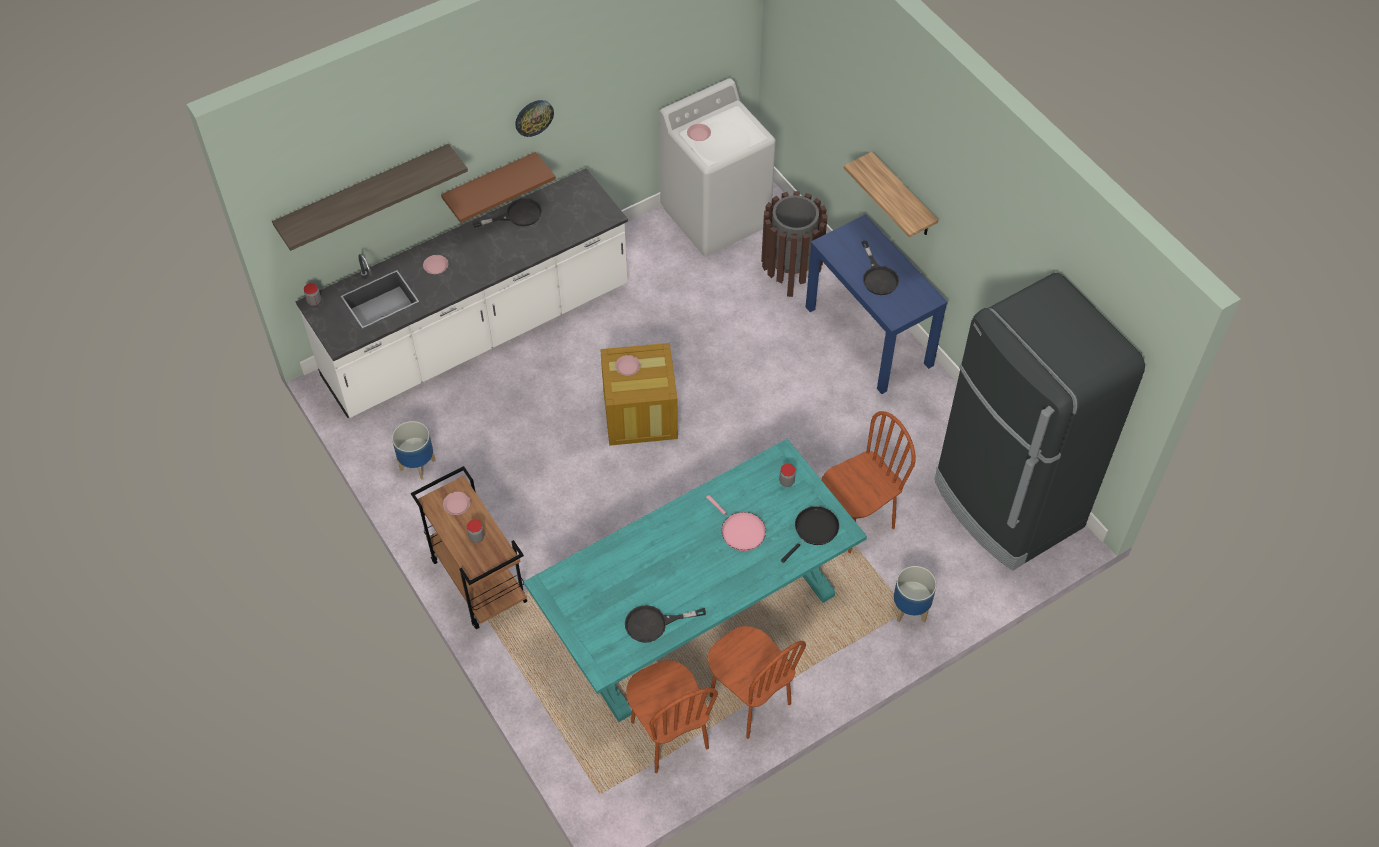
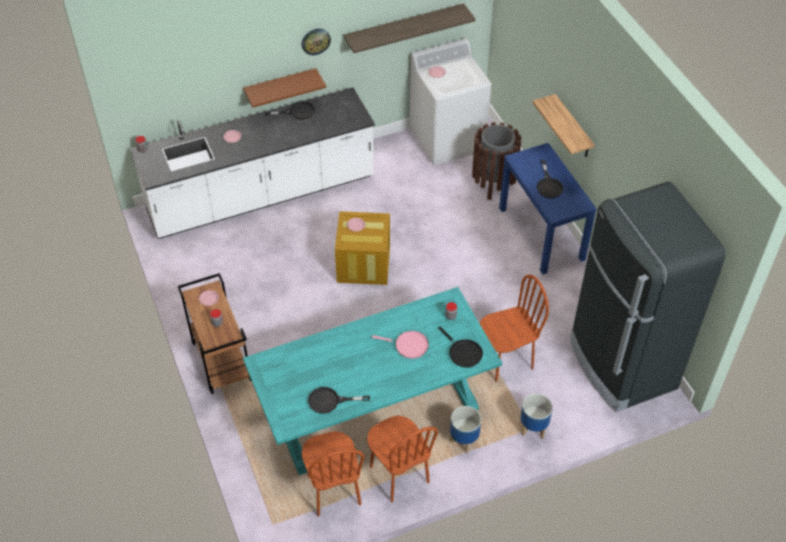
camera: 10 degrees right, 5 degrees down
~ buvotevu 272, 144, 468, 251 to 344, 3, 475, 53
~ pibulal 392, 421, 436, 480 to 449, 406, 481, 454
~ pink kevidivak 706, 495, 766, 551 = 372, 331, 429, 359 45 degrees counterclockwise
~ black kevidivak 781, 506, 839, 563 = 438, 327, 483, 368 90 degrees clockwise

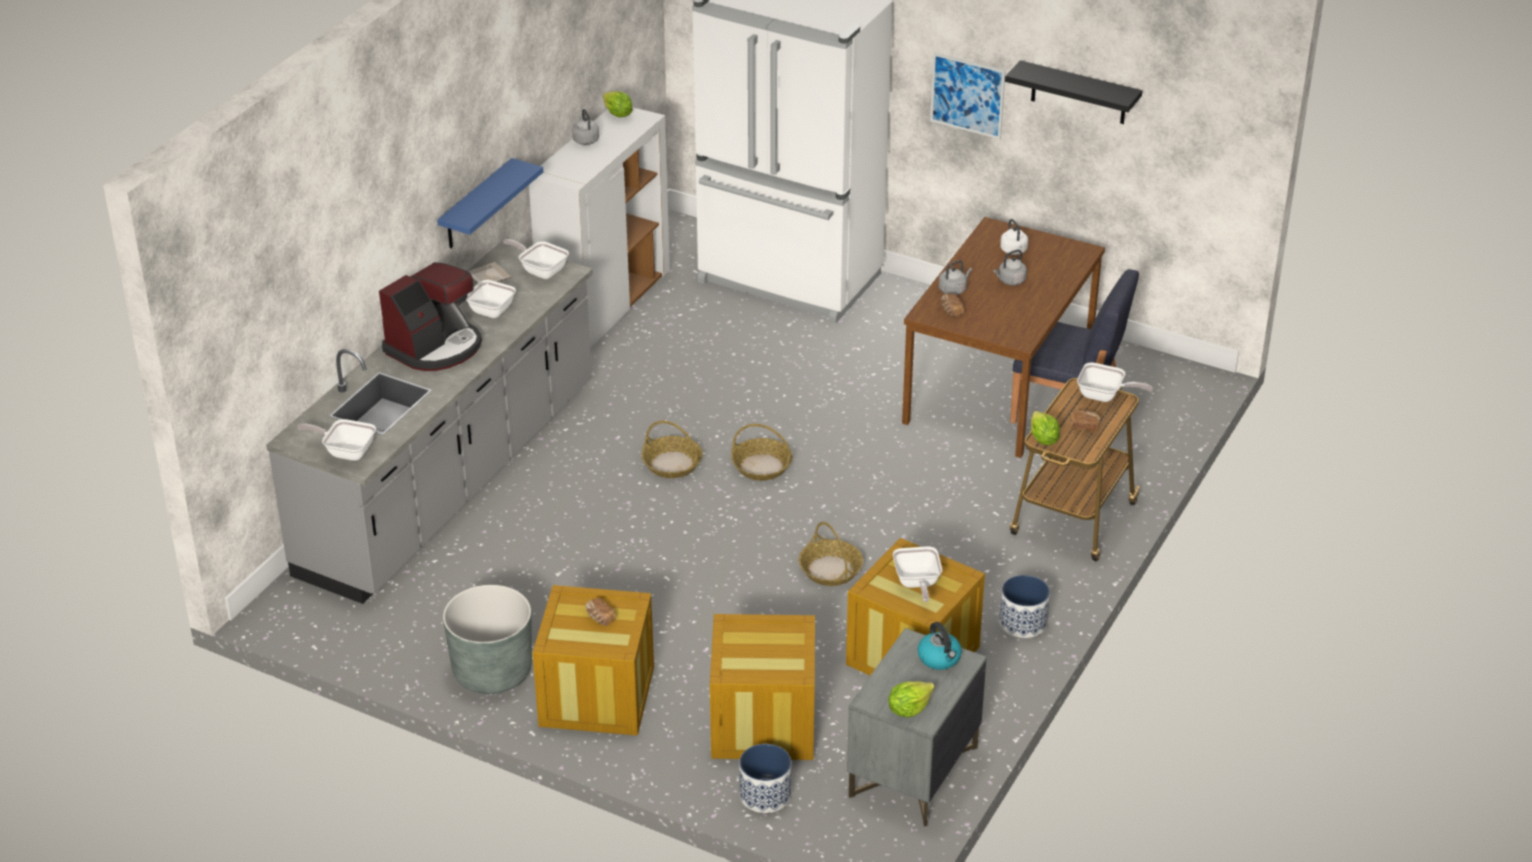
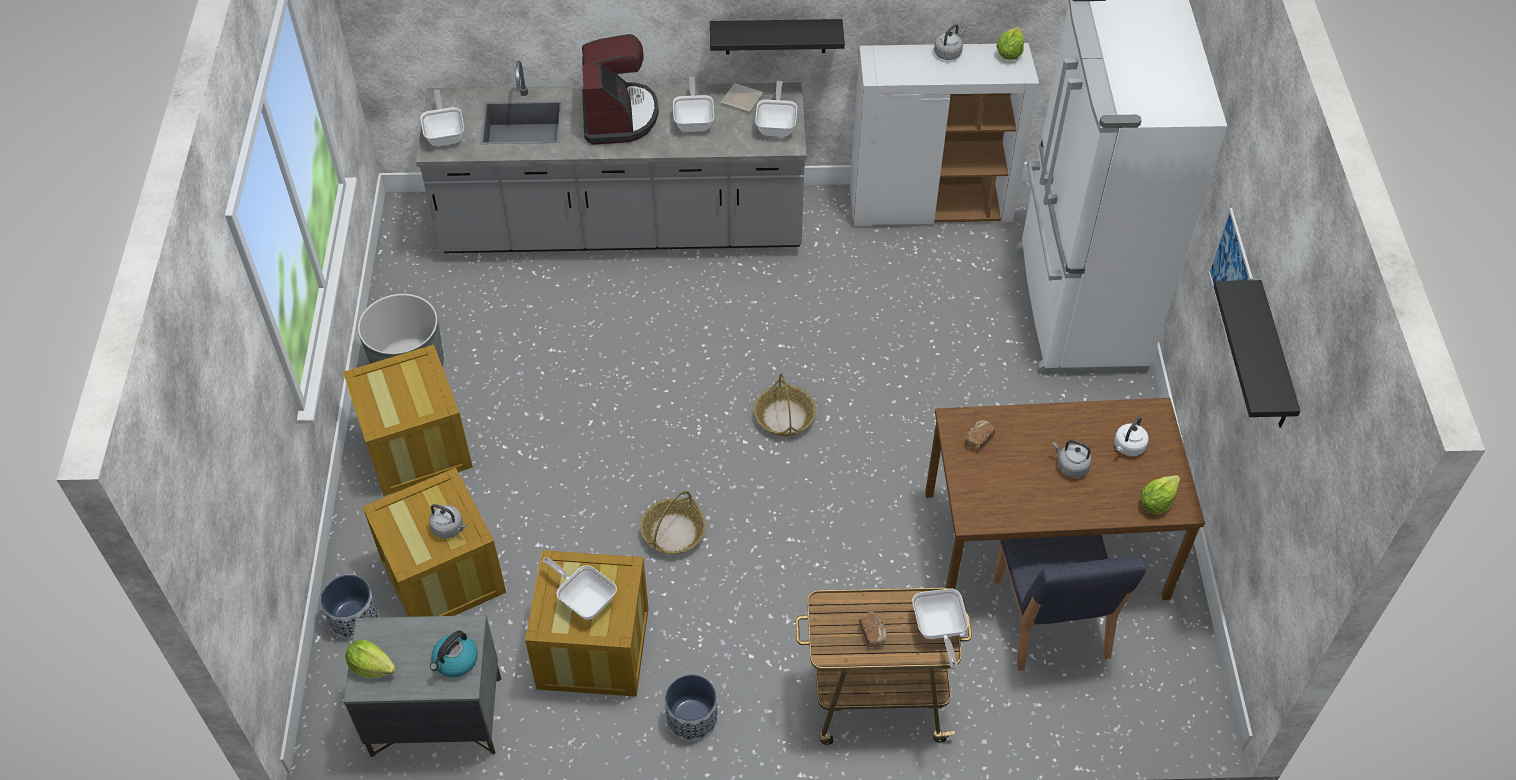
camera: 60 degrees right, 15 degrees up
- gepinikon 585, 598, 616, 626
- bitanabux 641, 421, 703, 478
~ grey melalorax 939, 260, 972, 295 to 429, 504, 467, 539
~ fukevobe 1031, 411, 1060, 445 to 1140, 475, 1180, 514
~ blue buvotevu 437, 158, 543, 249 to black buvotevu 710, 19, 845, 55
~ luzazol 379, 262, 482, 371 = 582, 34, 659, 145 105 degrees counterclockwise
~ kevidivak 893, 546, 942, 602 = 542, 557, 617, 620 75 degrees clockwise

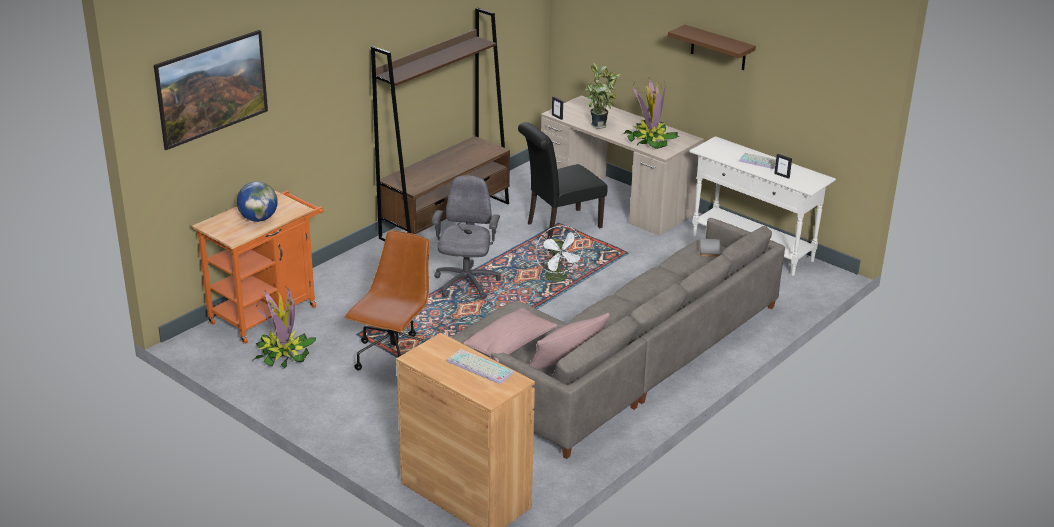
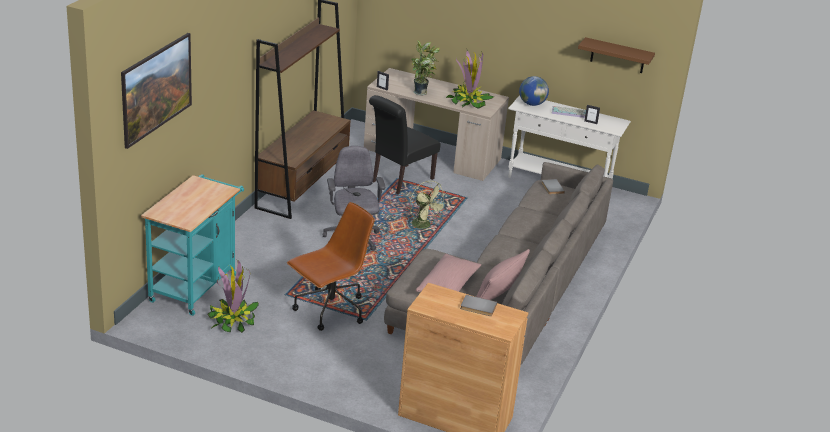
camera: 20 degrees left, 0 degrees up
~ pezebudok 237, 181, 278, 222 to 519, 76, 549, 106
~ brown buvotevu 668, 25, 756, 70 to 578, 37, 655, 73
~ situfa 447, 349, 514, 384 to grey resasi 460, 295, 497, 316
~ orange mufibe 192, 190, 323, 344 to turquoise mufibe 141, 174, 244, 316
~ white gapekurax 535, 226, 584, 284 to green gapekurax 410, 181, 447, 232
~ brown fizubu 345, 230, 430, 370 = 287, 202, 375, 331 45 degrees clockwise

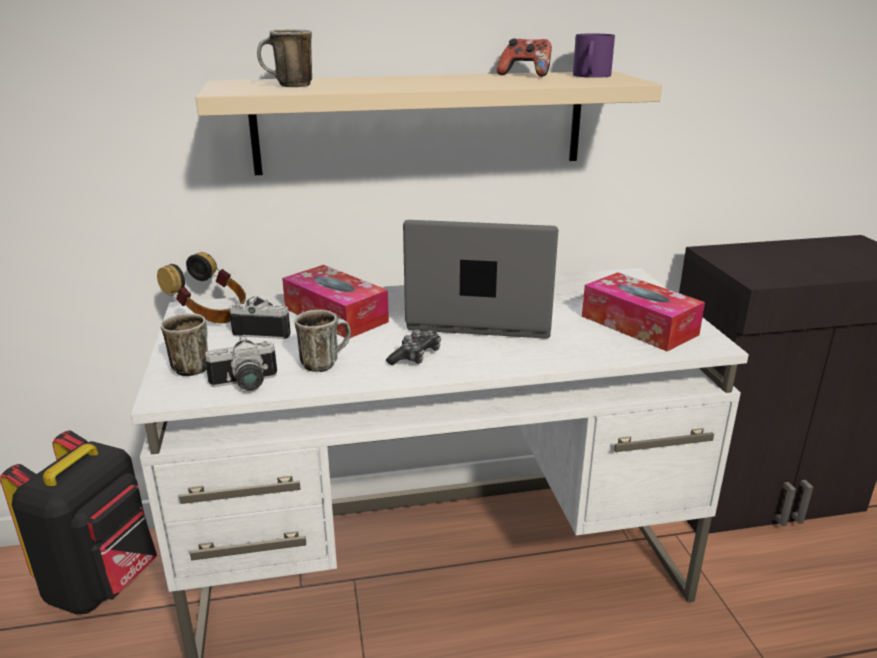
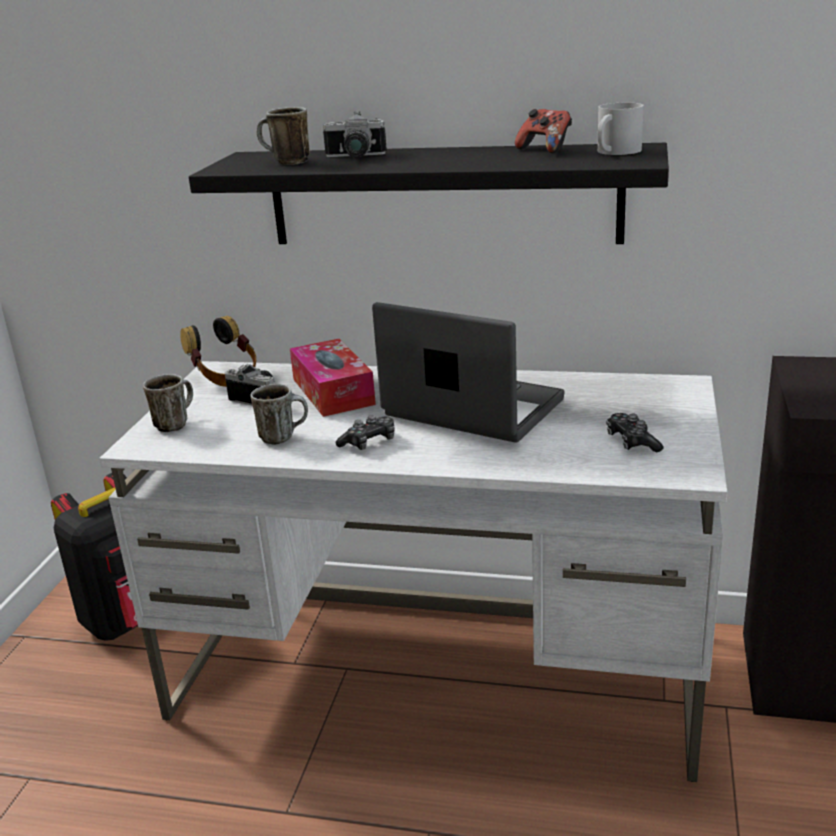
camera: 25 degrees right, 0 degrees up
~ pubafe 205, 335, 277, 391 to 323, 111, 387, 158
~ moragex 582, 272, 705, 351 to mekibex 606, 413, 664, 452
~ beige buvotevu 196, 71, 662, 175 to black buvotevu 189, 143, 669, 244
~ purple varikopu 573, 34, 615, 78 to white varikopu 598, 103, 643, 155

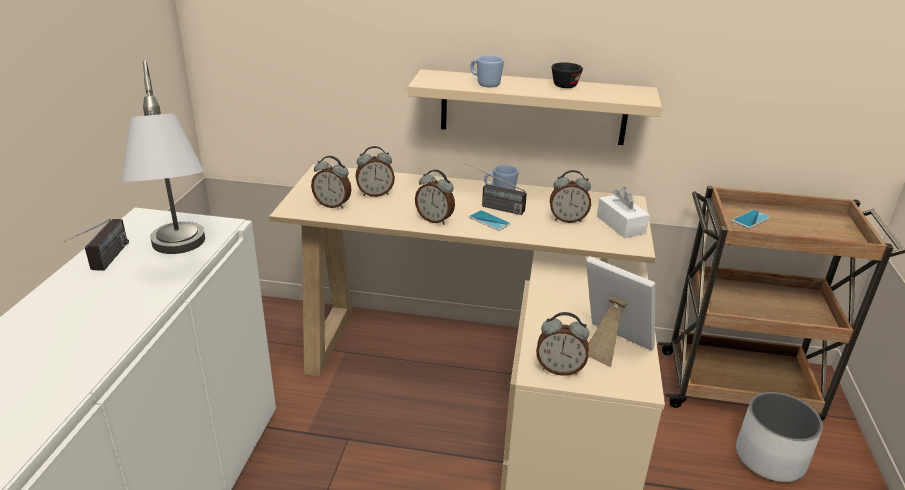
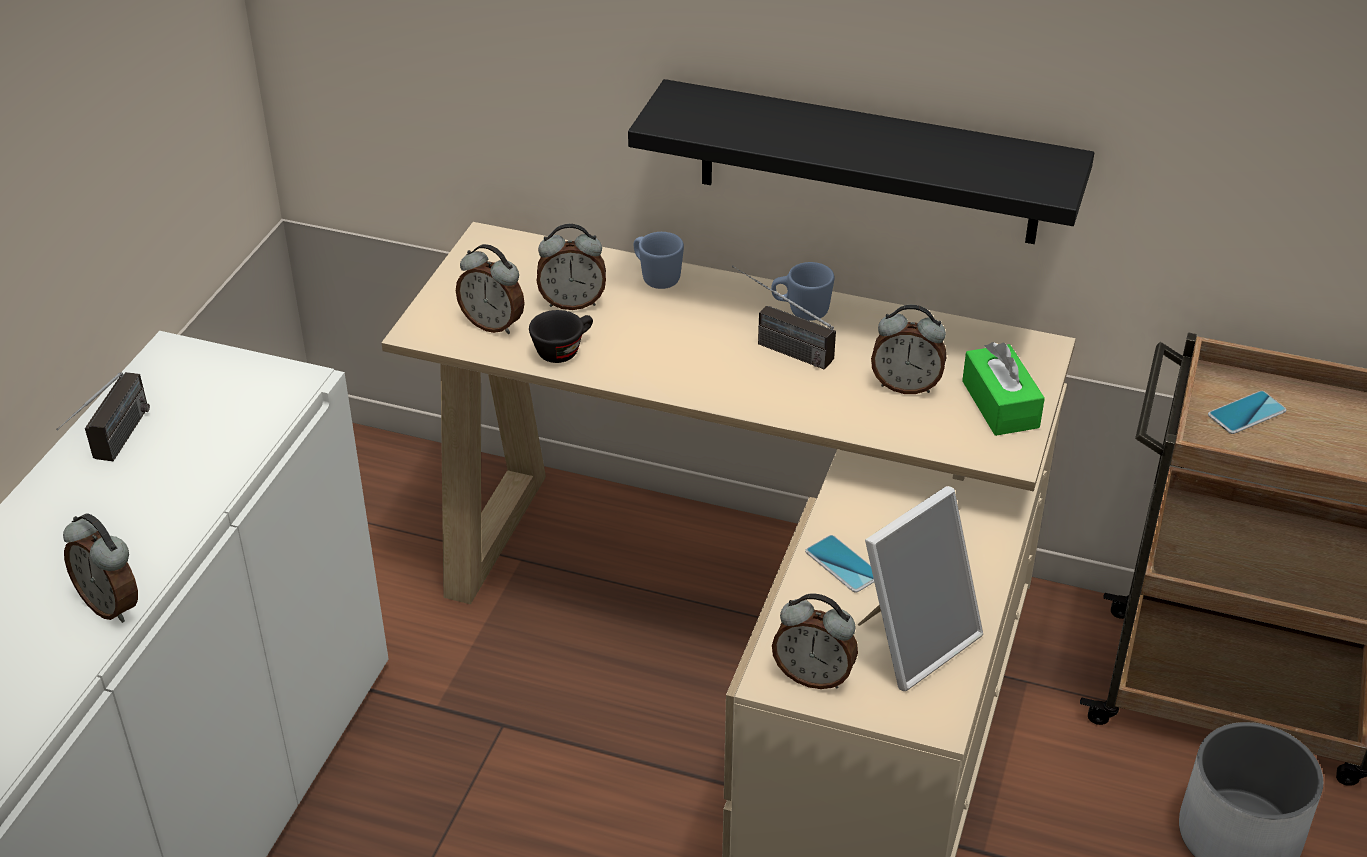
camera: 10 degrees right, 10 degrees up
- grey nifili 121, 60, 205, 254
~ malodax 415, 170, 455, 225 to 63, 513, 138, 623
~ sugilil 469, 210, 511, 231 to 805, 535, 874, 592
~ blue varikopu 470, 55, 504, 88 to 634, 232, 684, 289
~ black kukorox 552, 62, 583, 88 to 529, 310, 593, 363
~ beige buvotevu 408, 69, 662, 145 to black buvotevu 628, 79, 1094, 244
~ white moragex 597, 187, 650, 238 to green moragex 962, 342, 1045, 436
~ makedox 586, 256, 655, 367 = 858, 486, 983, 691 90 degrees clockwise

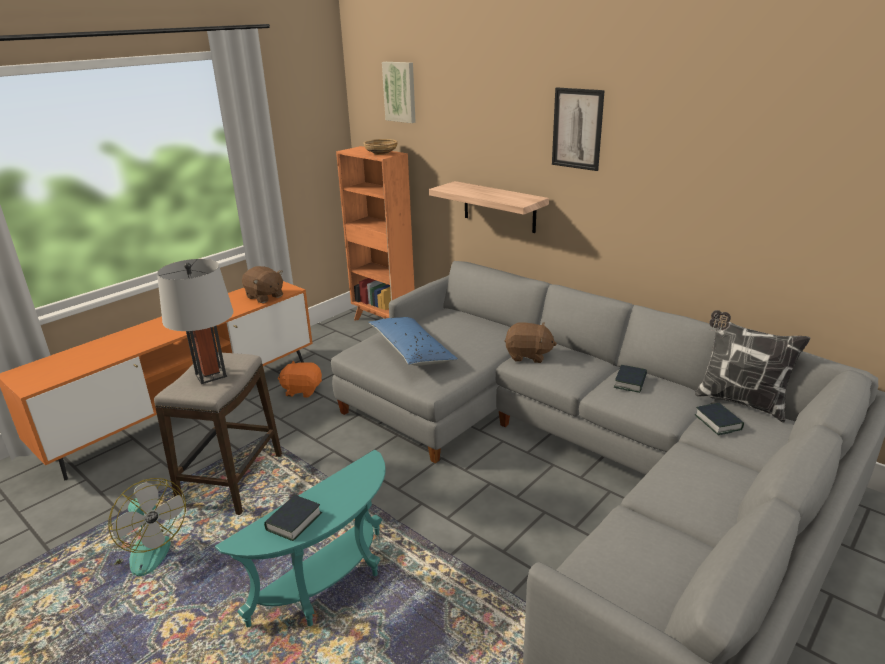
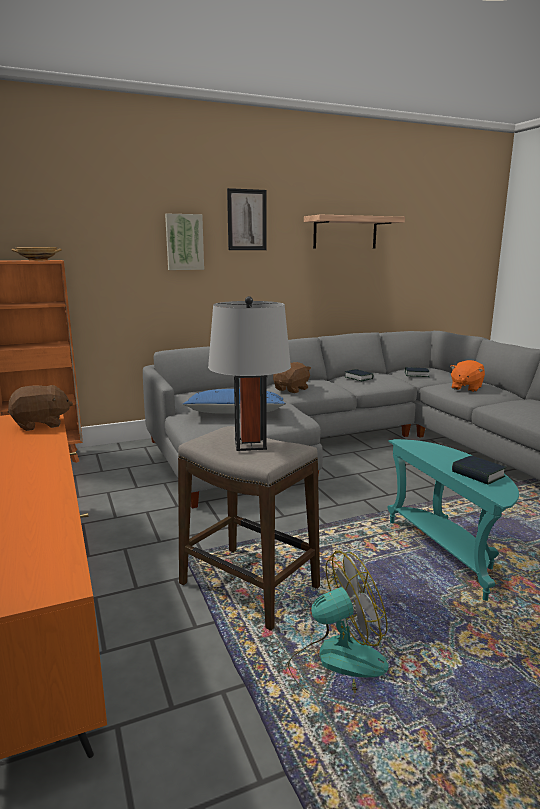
camera: 65 degrees left, 10 degrees down
- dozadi 695, 310, 810, 423
~ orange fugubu 278, 360, 322, 398 to 450, 360, 485, 392
~ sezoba 382, 62, 416, 123 to 165, 214, 204, 270
~ buvotevu 429, 181, 549, 233 to 304, 215, 405, 248

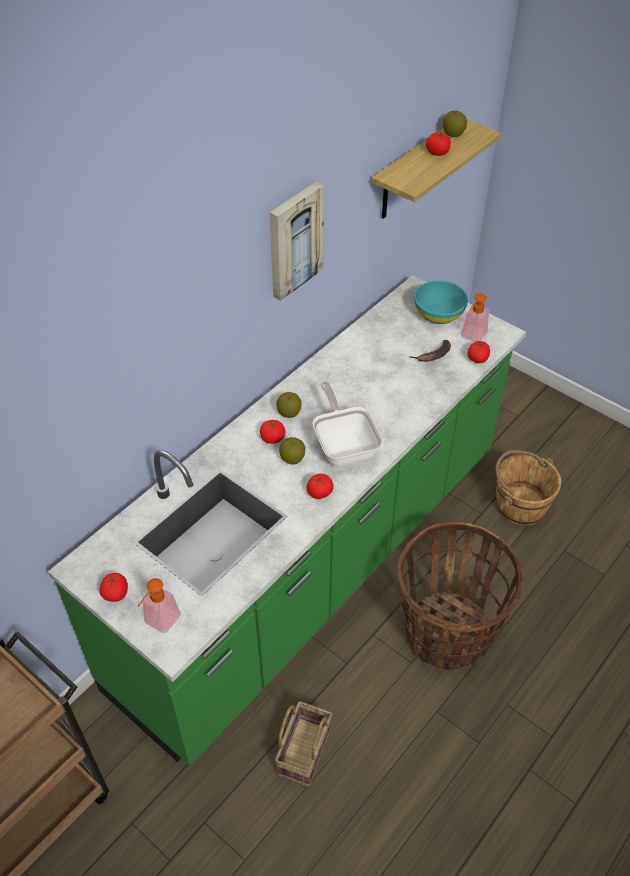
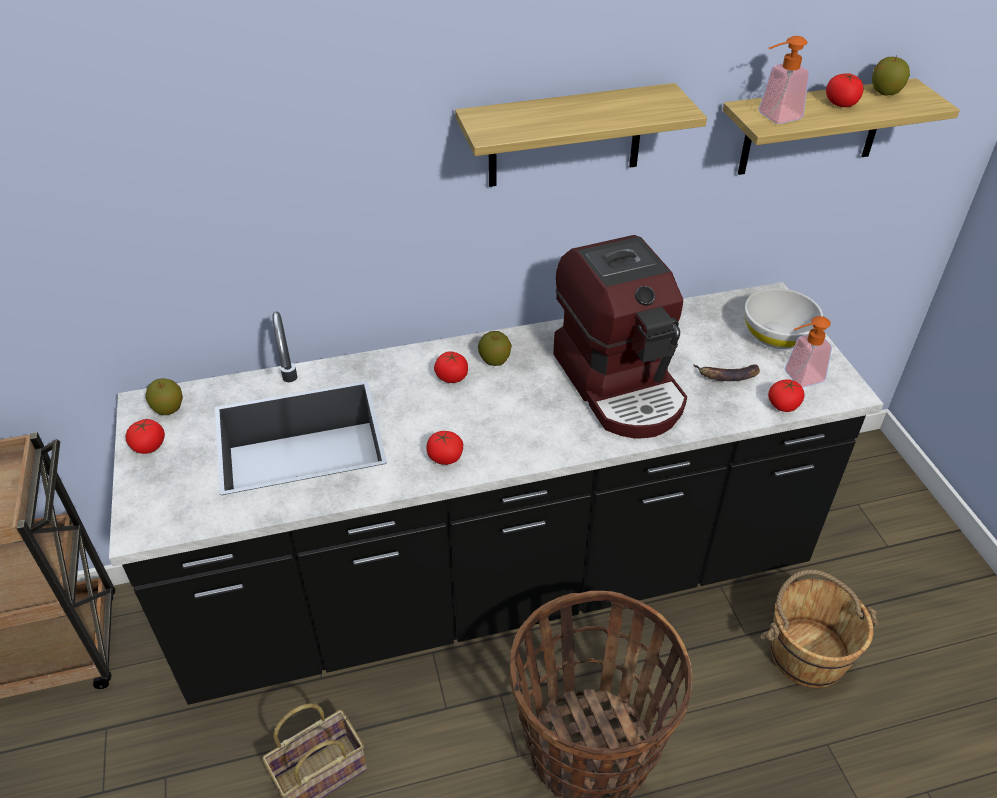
camera: 35 degrees right, 5 degrees down
- kevidivak 312, 382, 383, 467
+ luzazol 553, 235, 687, 438
~ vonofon 137, 578, 181, 633 to 759, 36, 809, 124
~ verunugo 279, 437, 306, 464 to 145, 378, 183, 415
~ sezoba 270, 182, 324, 301 to buvotevu 455, 83, 707, 187
~ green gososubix 48, 275, 526, 766 to black gososubix 109, 282, 884, 705
~ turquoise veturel 414, 280, 468, 324 to white veturel 744, 288, 823, 349

